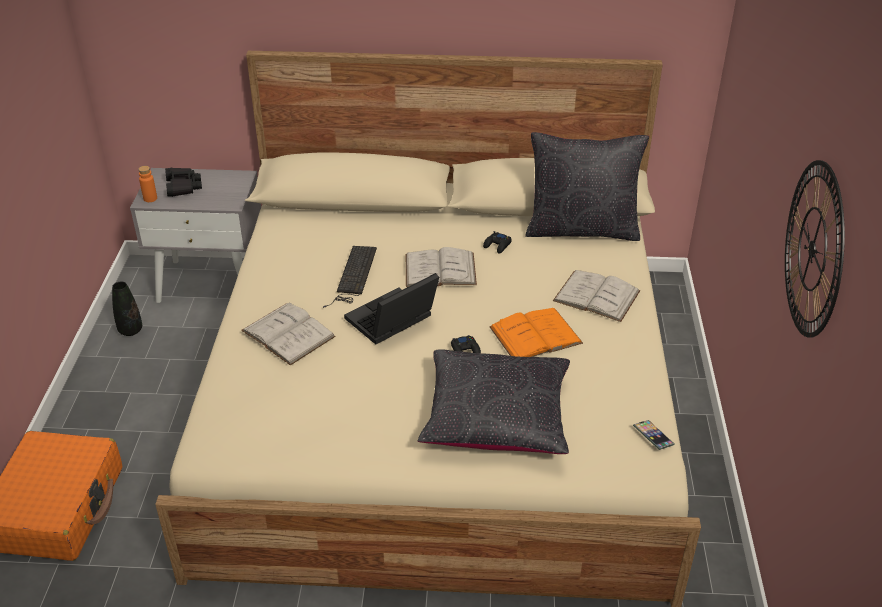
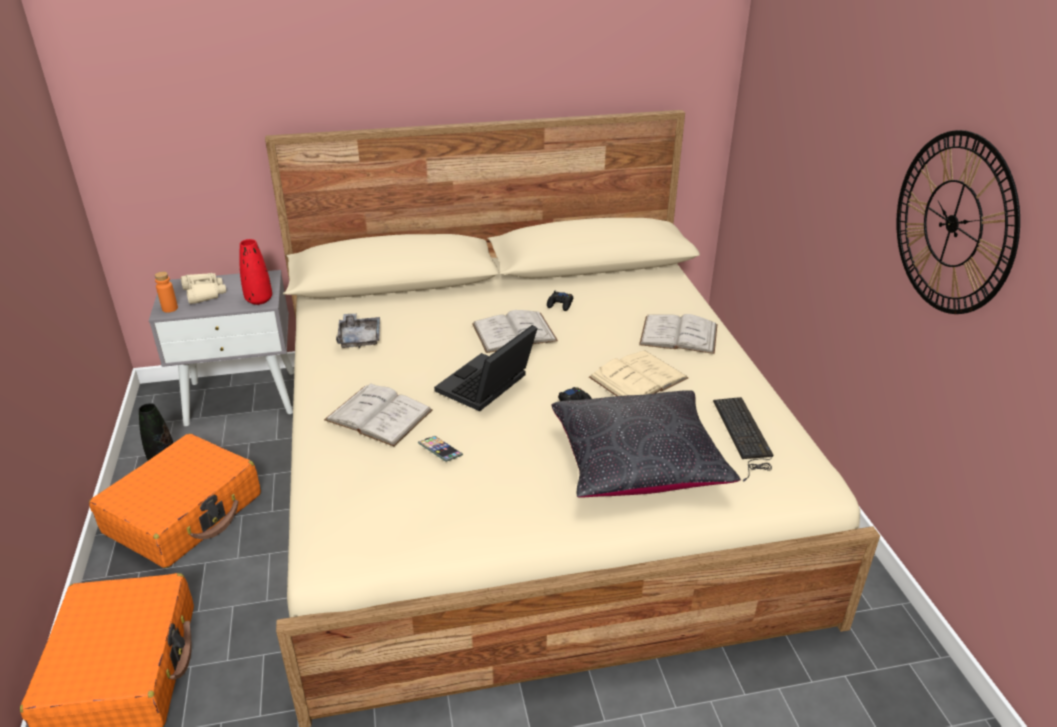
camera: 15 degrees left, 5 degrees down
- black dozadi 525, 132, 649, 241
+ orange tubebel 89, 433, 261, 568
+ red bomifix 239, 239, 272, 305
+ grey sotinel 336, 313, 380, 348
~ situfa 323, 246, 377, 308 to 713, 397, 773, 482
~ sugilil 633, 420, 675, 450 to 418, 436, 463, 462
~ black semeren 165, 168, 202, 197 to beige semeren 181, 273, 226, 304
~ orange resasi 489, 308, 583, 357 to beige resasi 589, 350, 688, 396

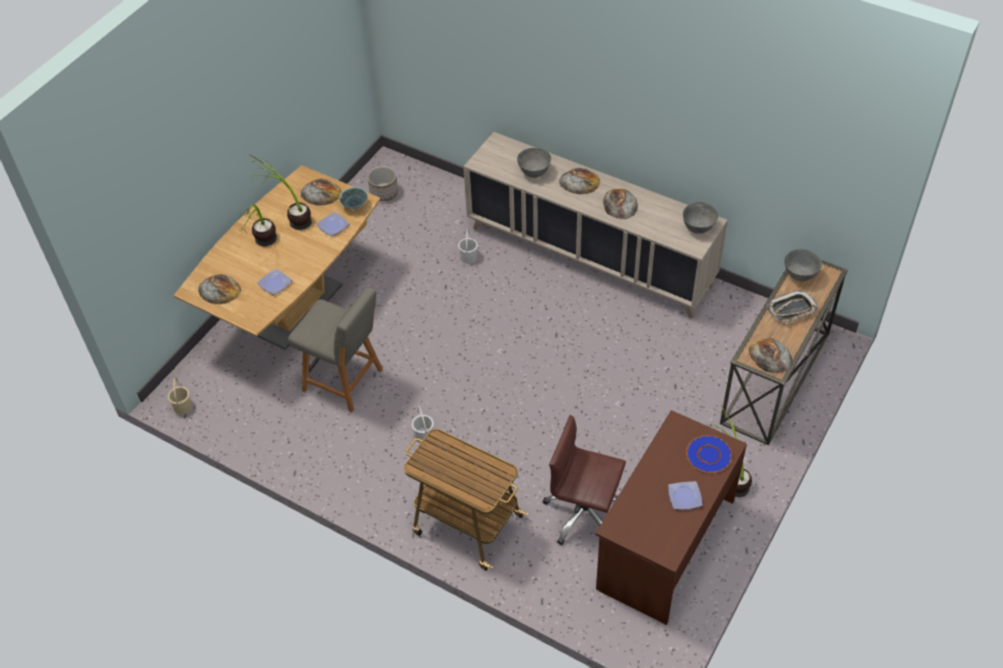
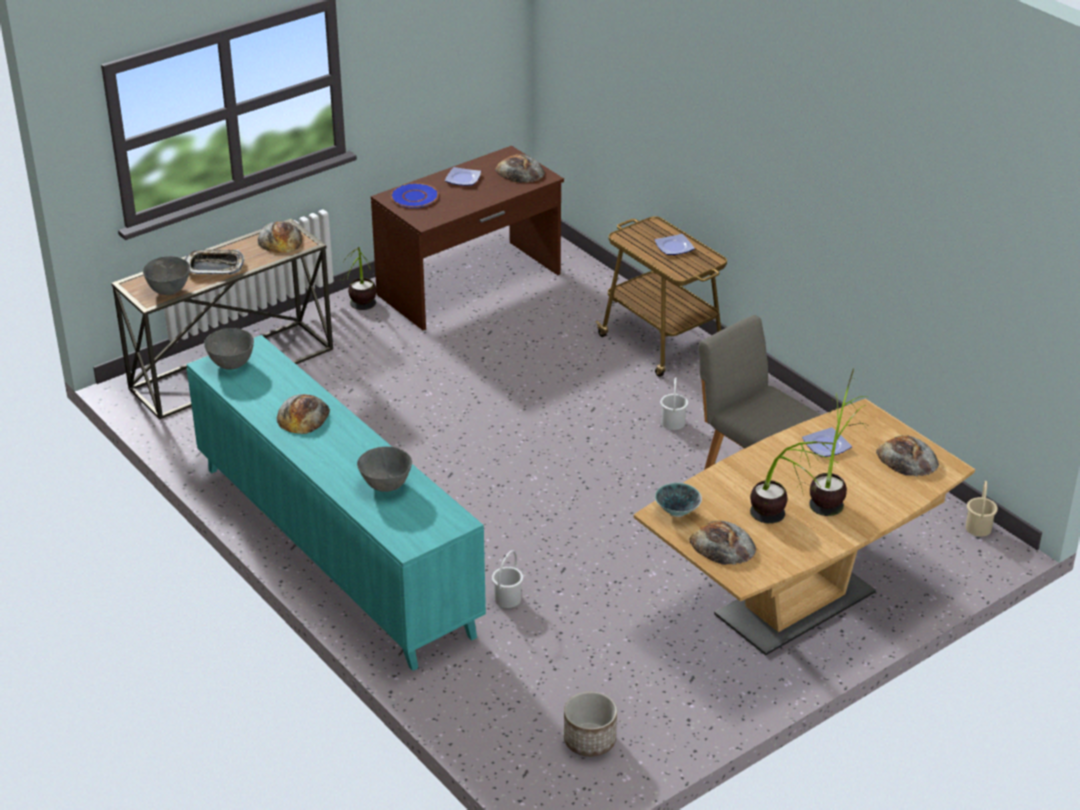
camera: 160 degrees left, 15 degrees down
- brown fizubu 543, 415, 626, 545
~ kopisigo 316, 212, 349, 236 to 655, 234, 695, 255
~ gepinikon 559, 168, 600, 194 to 495, 154, 545, 183
~ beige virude 463, 132, 727, 319 to turquoise virude 187, 335, 486, 671

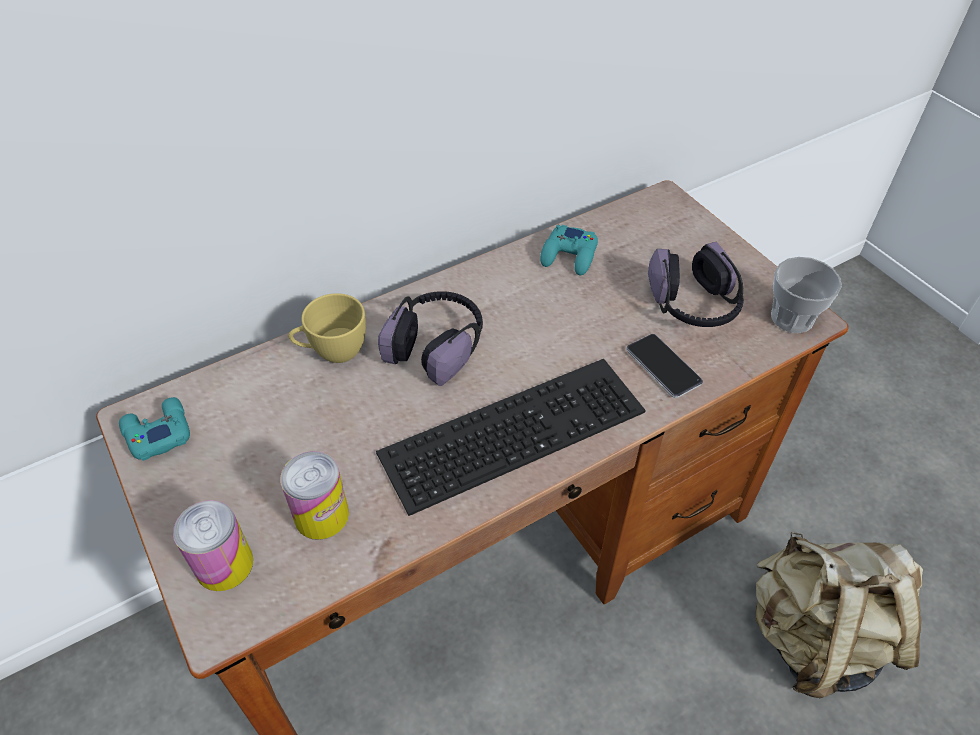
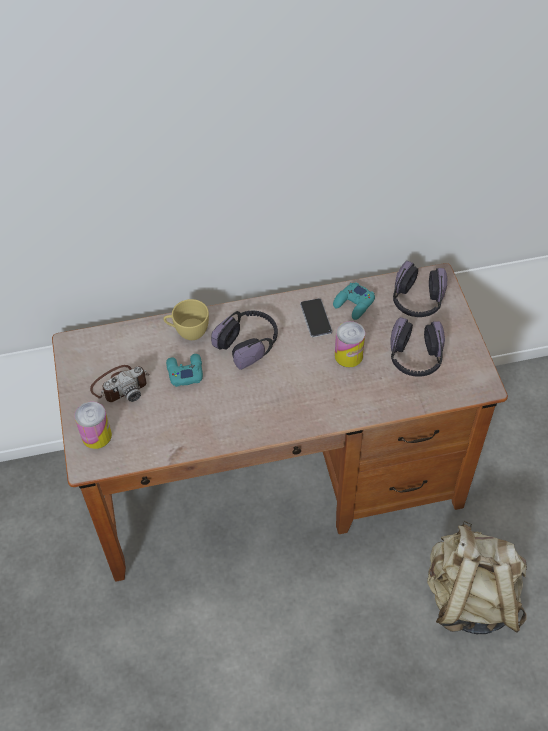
camera: 20 degrees right, 5 degrees up
- situfa 376, 359, 646, 516
- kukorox 771, 257, 842, 333
+ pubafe 90, 365, 149, 402
+ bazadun 393, 261, 447, 317
~ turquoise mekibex 119, 397, 190, 461 to 166, 354, 203, 387
~ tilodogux 280, 451, 349, 540 to 335, 321, 365, 367
~ sugilil 626, 334, 703, 398 to 300, 298, 332, 337

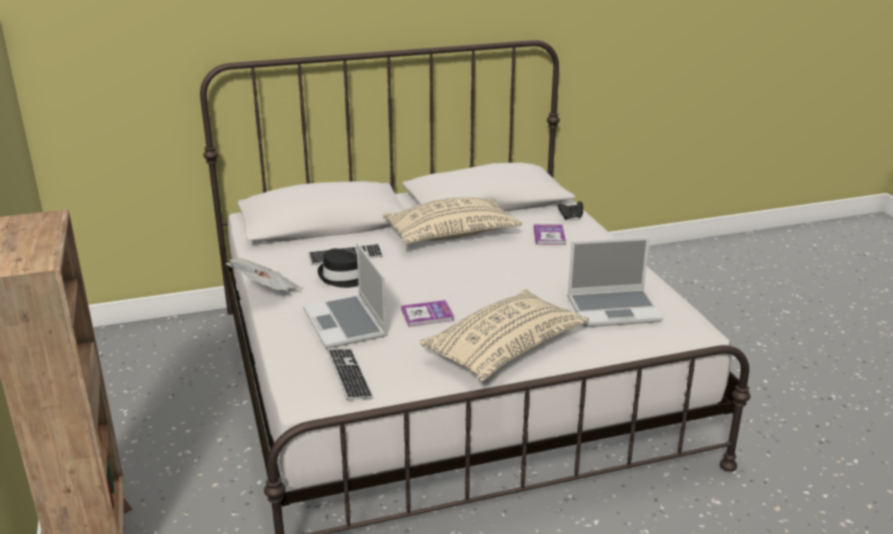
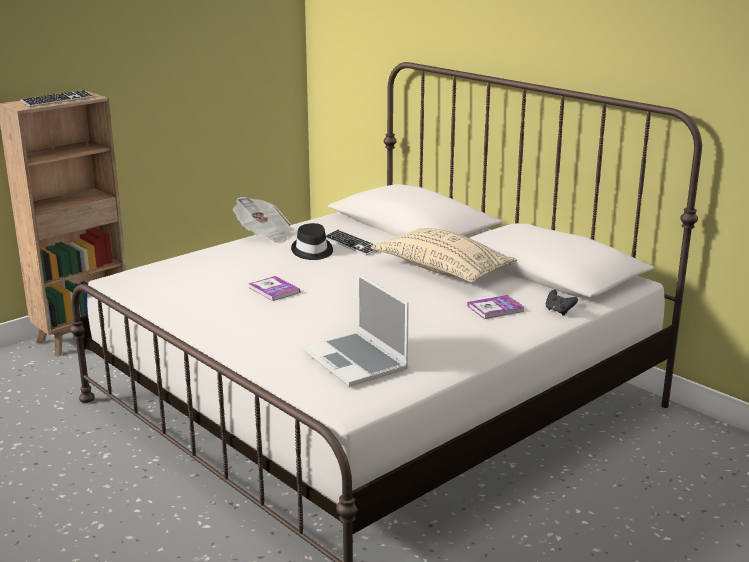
camera: 65 degrees right, 5 degrees down
- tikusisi 303, 243, 387, 349
- beige dozadi 420, 289, 589, 381
~ situfa 327, 349, 373, 401 to 20, 90, 94, 107

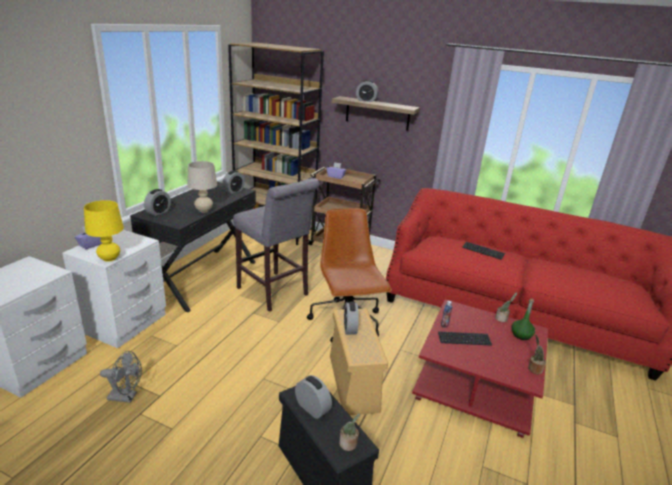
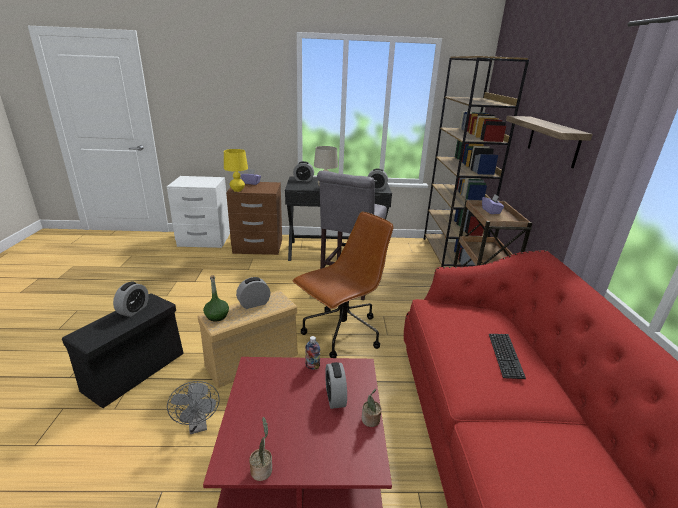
camera: 65 degrees right, 0 degrees up
- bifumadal 339, 413, 360, 451
- situfa 438, 331, 492, 346
~ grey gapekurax 100, 351, 142, 403 to 167, 381, 219, 434
~ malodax 356, 80, 378, 102 to 325, 362, 347, 409
~ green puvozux 512, 299, 535, 340 to 203, 275, 229, 322
~ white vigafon 62, 230, 166, 348 to brown vigafon 226, 182, 282, 255

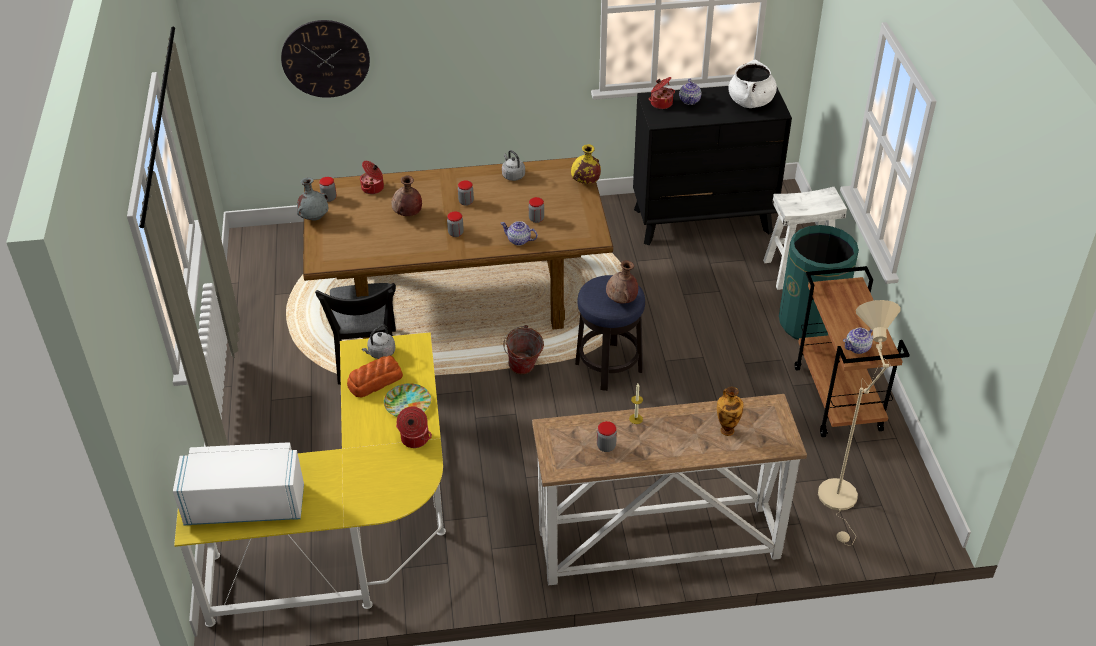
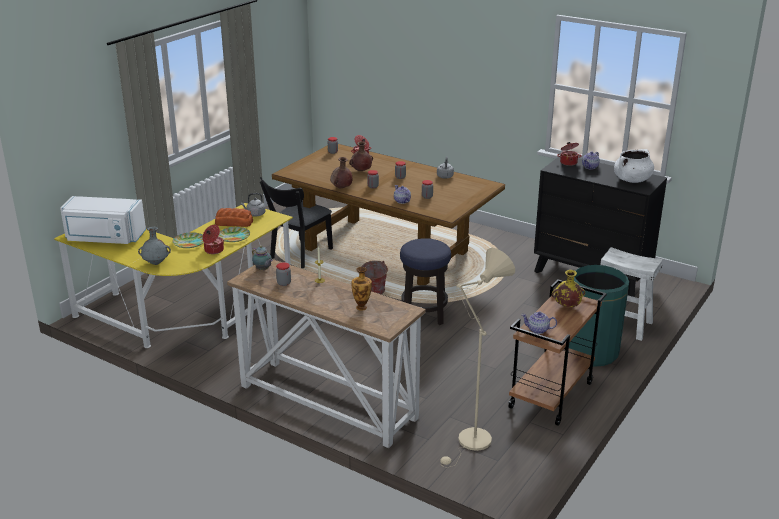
camera: 40 degrees right, 15 degrees down
- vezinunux 281, 20, 370, 98
+ kopisigo 173, 232, 204, 248
+ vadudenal 252, 245, 273, 271
~ grey bomifix 297, 177, 328, 221 to 138, 227, 171, 265
~ yellow bomifix 571, 144, 601, 184 to 552, 270, 585, 307
~ brown bomifix 606, 260, 638, 304 to 330, 157, 352, 189
~ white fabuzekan 173, 442, 304, 525 = 60, 196, 146, 244 150 degrees clockwise

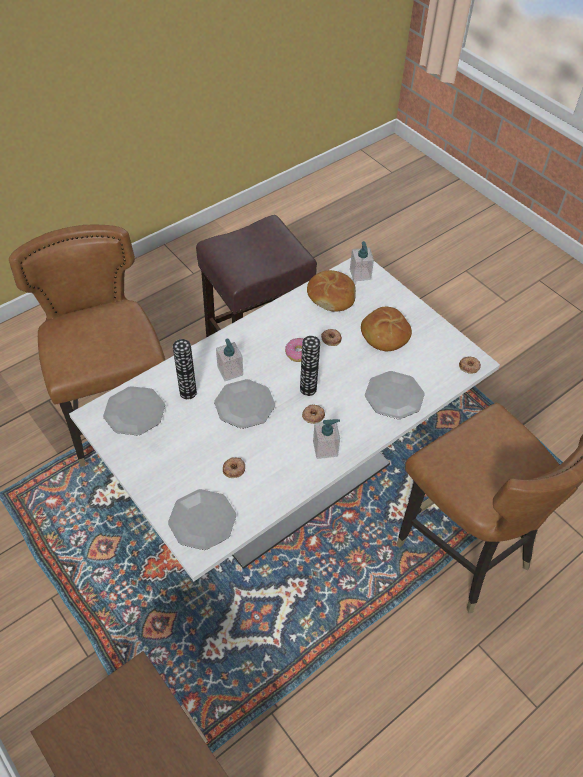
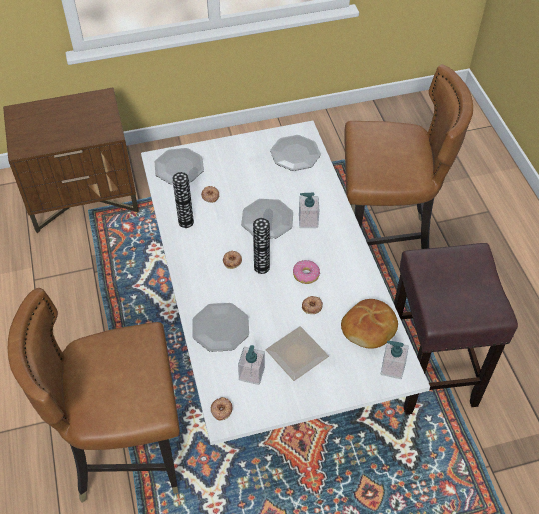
camera: 115 degrees right, 0 degrees up
~ bomifix 173, 339, 197, 400 to 172, 172, 194, 228
~ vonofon 313, 419, 340, 459 to 238, 345, 265, 385
~ gepinikon 361, 307, 412, 351 to kopisigo 266, 326, 329, 381

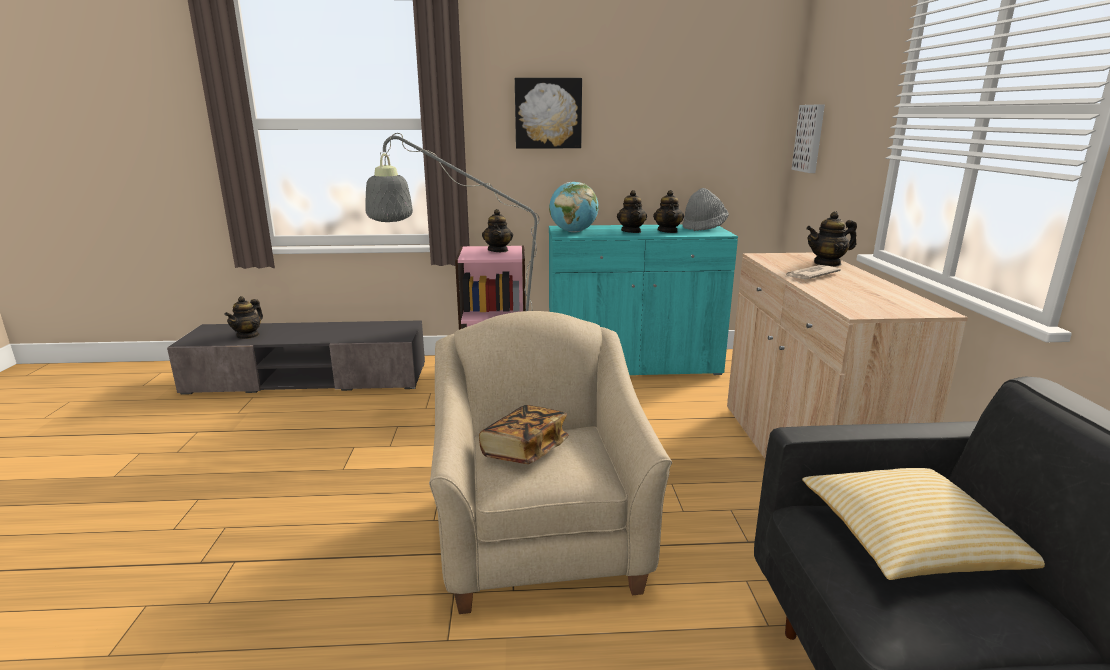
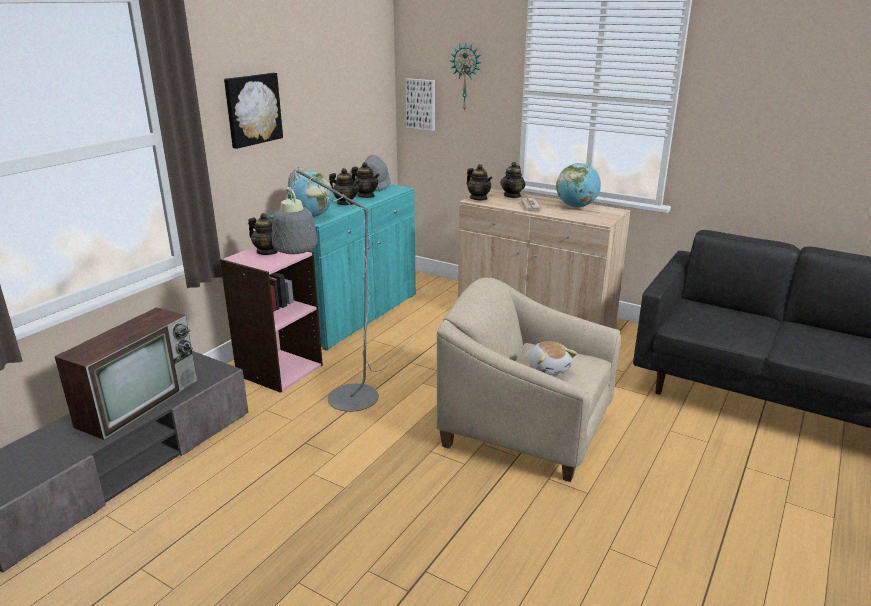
camera: 55 degrees left, 5 degrees up
- dozadi 802, 468, 1045, 580
+ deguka 54, 307, 197, 440
+ vezinunux 450, 43, 482, 112
+ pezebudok 556, 163, 601, 208
~ vadudenal 224, 296, 263, 339 to 467, 164, 492, 200
~ resasi 479, 405, 568, 464 to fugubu 528, 341, 577, 375

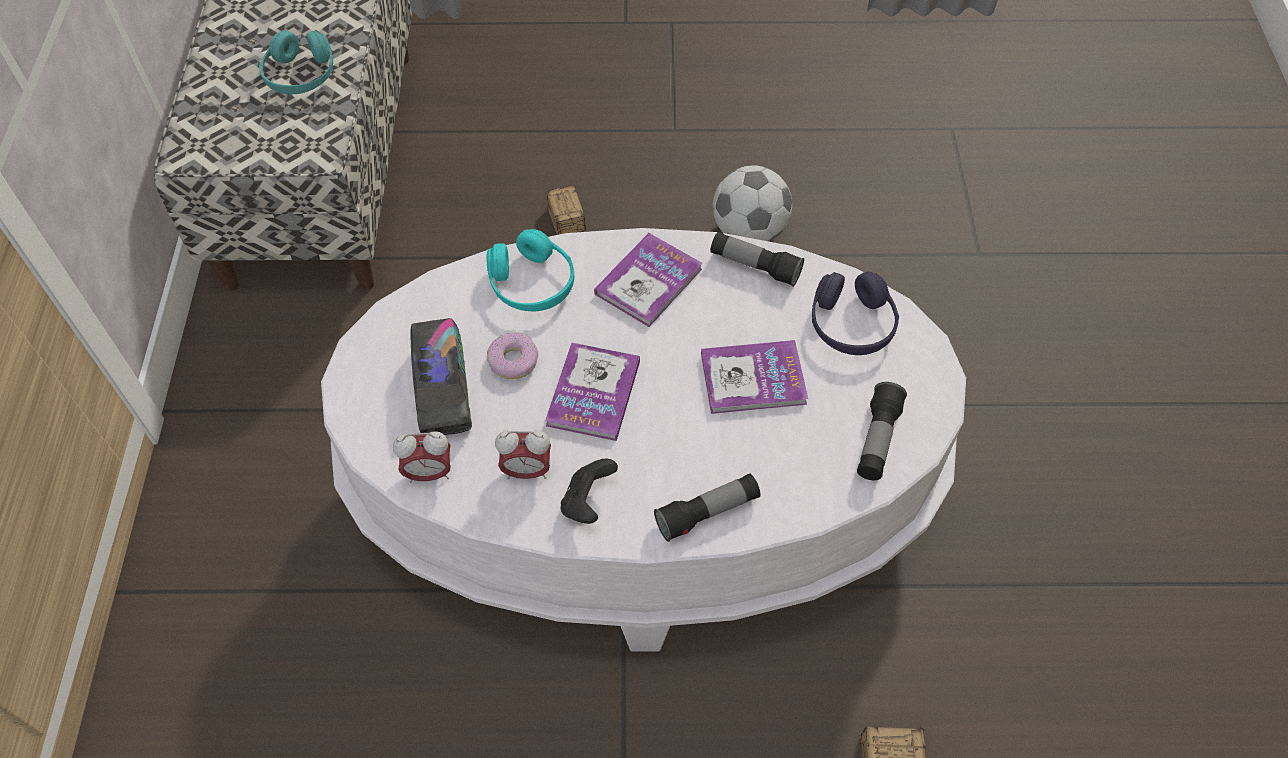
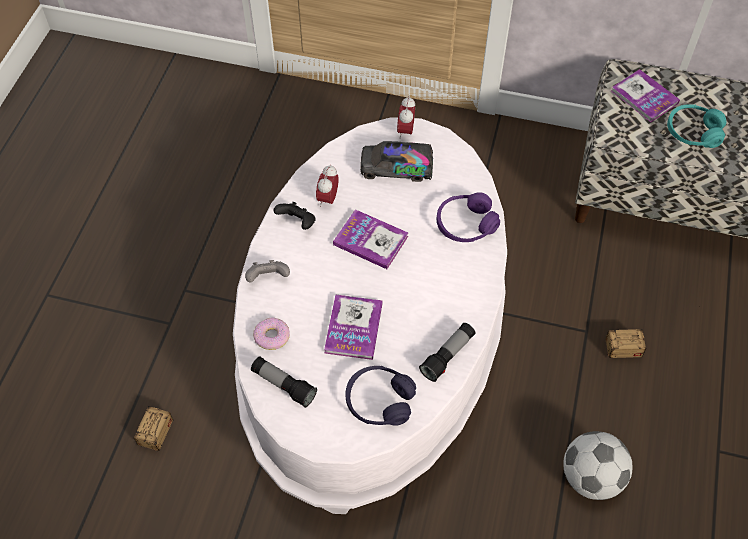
camera: 105 degrees right, 0 degrees up
~ malodax 393, 431, 451, 483 to 397, 97, 415, 139
~ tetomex 487, 332, 538, 379 to 253, 317, 290, 350
~ resasi 594, 233, 702, 327 to 611, 69, 680, 122
~ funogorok 654, 474, 761, 542 to grey mekibex 245, 260, 290, 283
~ turquoise bazadun 487, 229, 574, 311 to purple bazadun 437, 192, 500, 242

